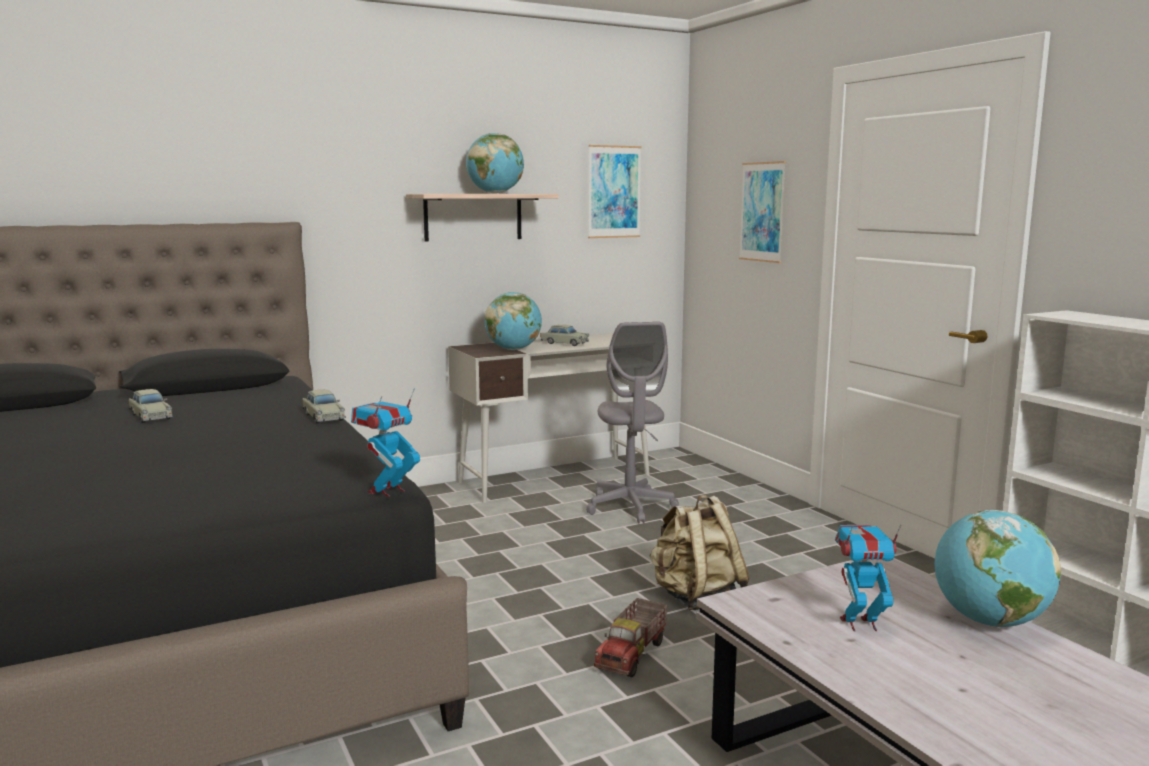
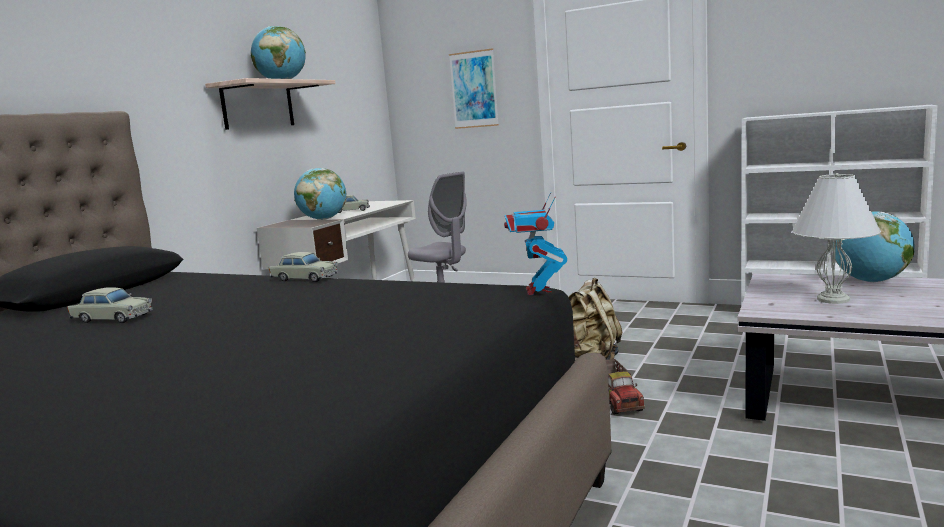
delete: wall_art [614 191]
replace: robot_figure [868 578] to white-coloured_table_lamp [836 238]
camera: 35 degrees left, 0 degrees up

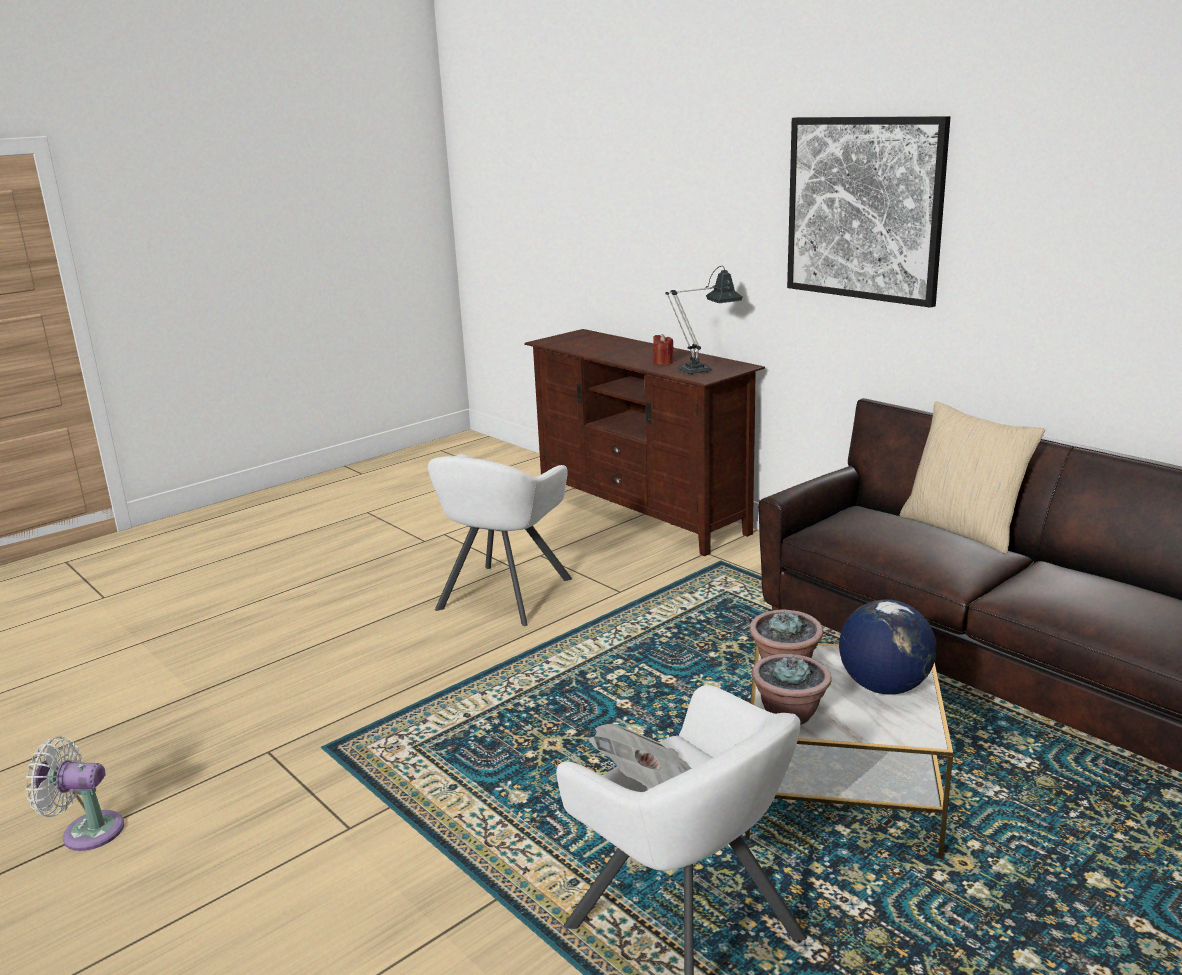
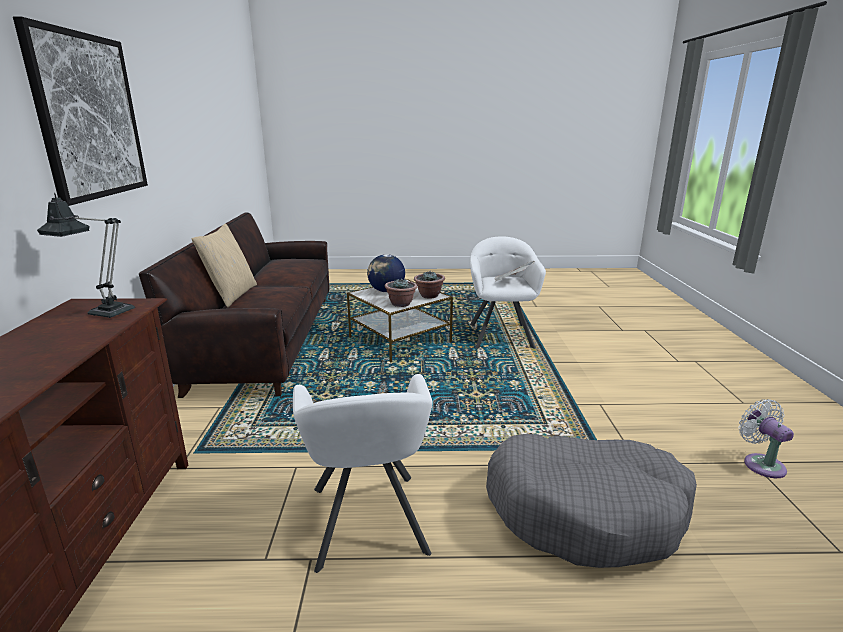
delete: red-coloured_wax_light [663 349]
insert: gray_pet_bed [591 501]
rotate: white-coloured_easy_chair [500 540] = [363 473] 105 degrees clockwise; white-coloured_fan [75 794] = [766 438] 150 degrees counterclockwise
camera: 140 degrees left, 0 degrees up

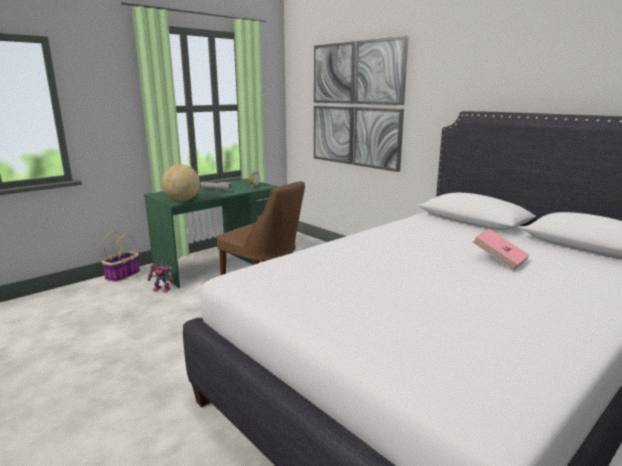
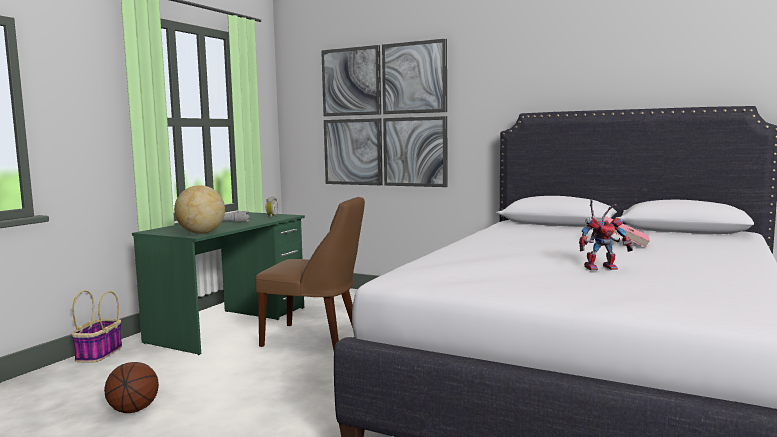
insert: ball_for_basketball [131 387]
move: robot_figure [161 274] to [606 235]
camera: 20 degrees left, 10 degrees down

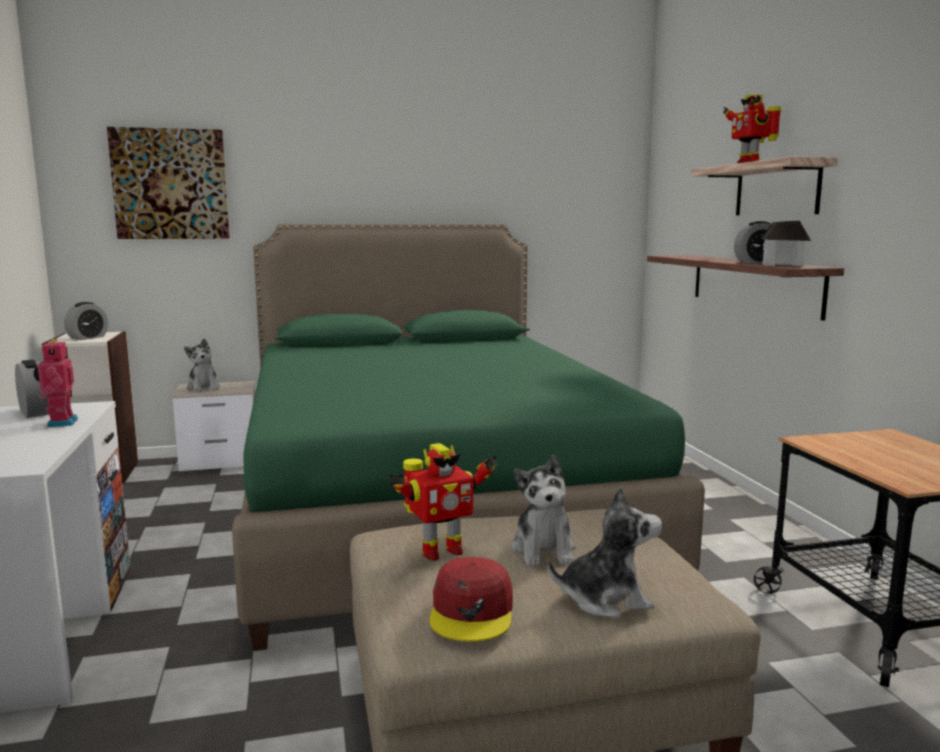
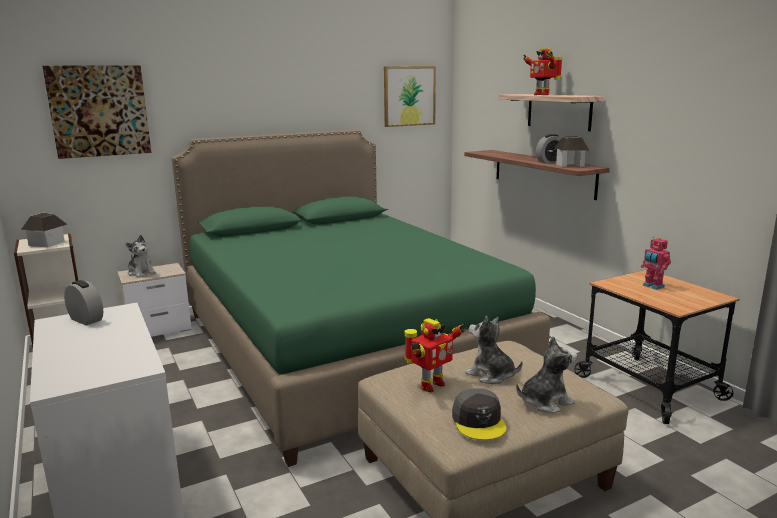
insert: wall_art [410 96]
move: robot_figure [55 383] to [656 263]
replace: alarm_clock [86 321] to miniature_house [44 230]
recolor: red-coloured_cap [471 599] to gray_cap [479 414]
rotate: soft_toy [543 510] = [494 350] 150 degrees clockwise
camera: 15 degrees left, 5 degrees up

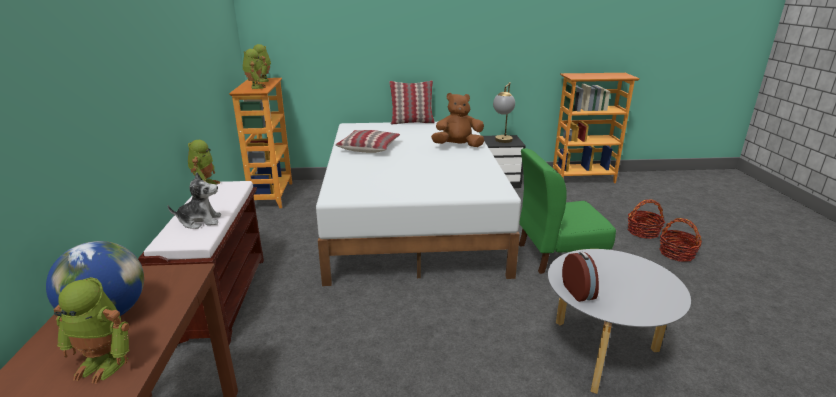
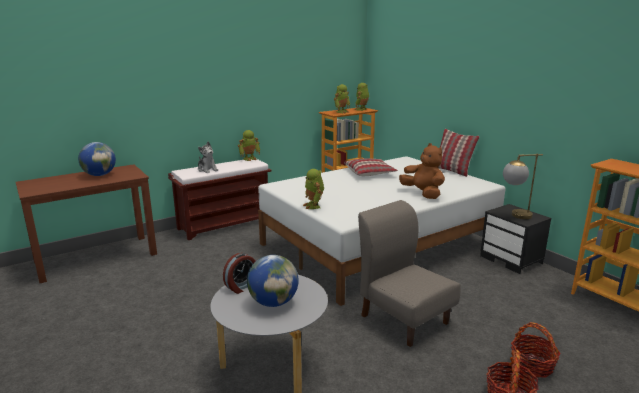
insert: world_globe [273 281]
move: robot_figure [91 330] to [313 189]
recolor: green_plain_chair [567 211] to gray_plain_chair [409 273]
camera: 60 degrees right, 5 degrees down

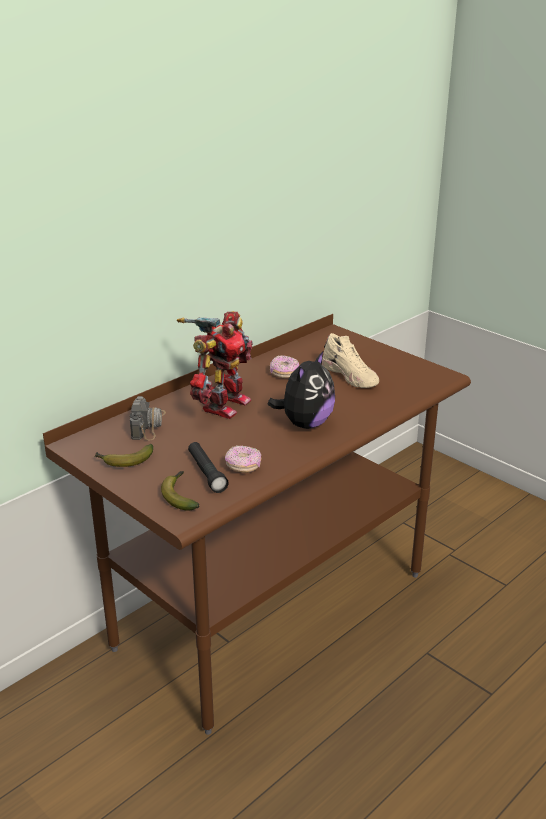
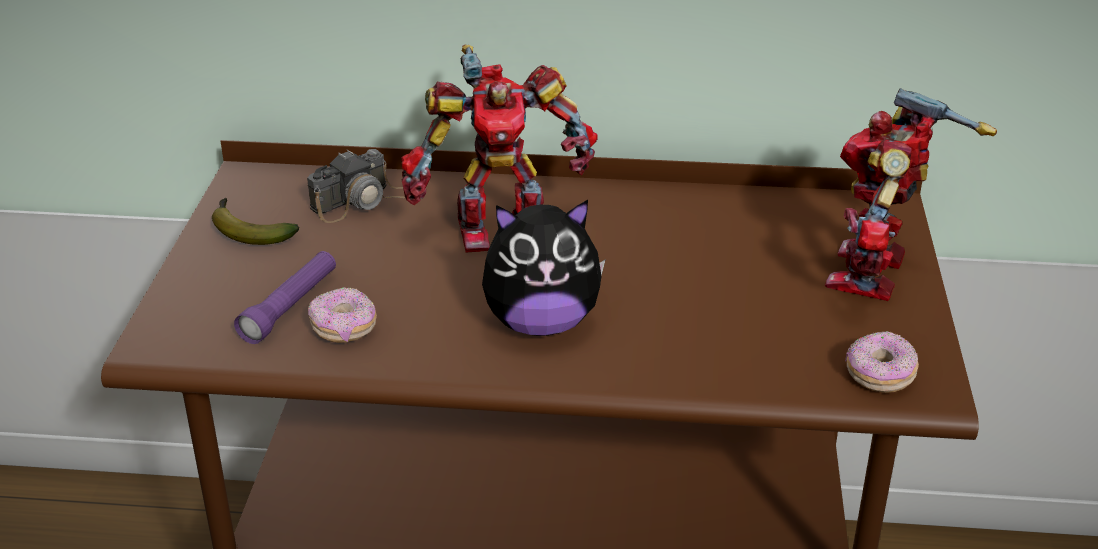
delete: beige-coloured_item_of_footwear [350 360]; banana_fruit [180 490]
insert: robot_figure [911 194]
move: doughnut [284 367] to [882 362]
recolor: blackish_hand_torch [208 467] to purple_hand_torch [285 297]
camera: 50 degrees right, 5 degrees up

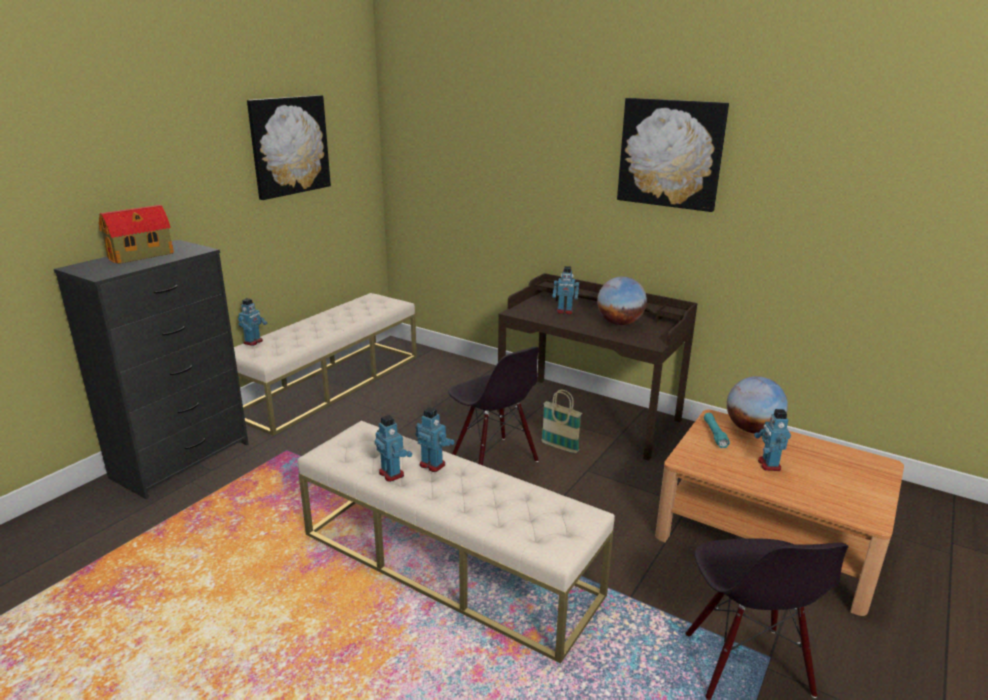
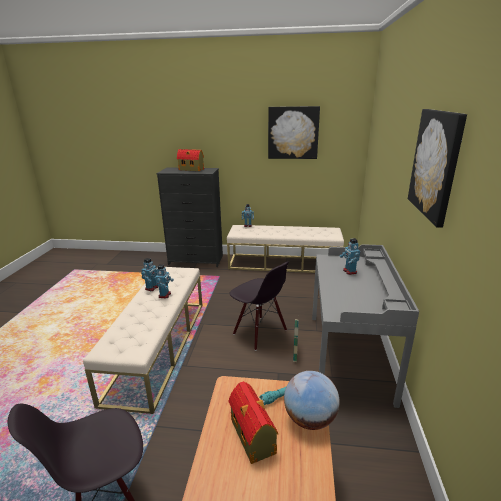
delete: world_globe [622 301]
replace: robot_figure [772 440] to miniature_house [253 422]
recolor: brown_desk_unit [597 367] to gray_desk_unit [365 326]
rotate: blackish_plain_chair [493 406] = [259 306] 75 degrees counterclockwise
camera: 65 degrees right, 0 degrees up

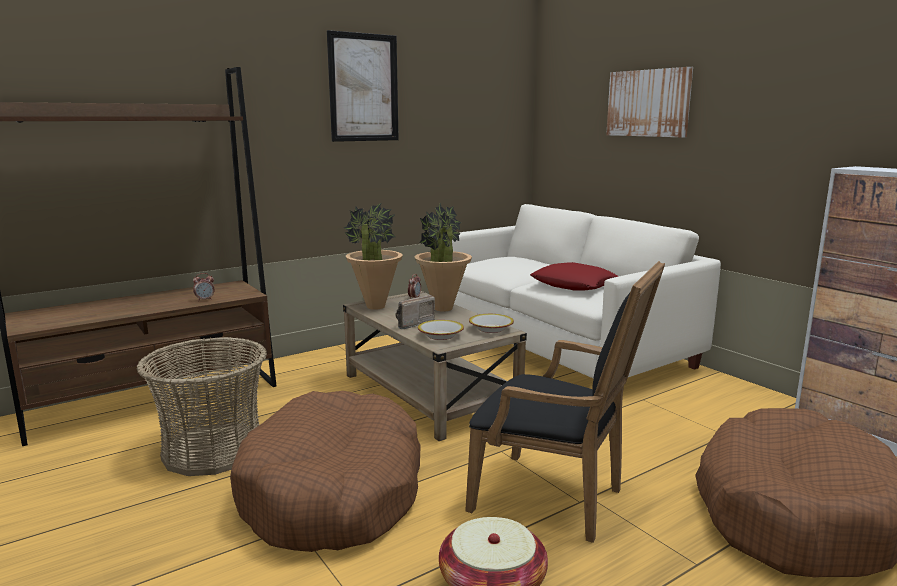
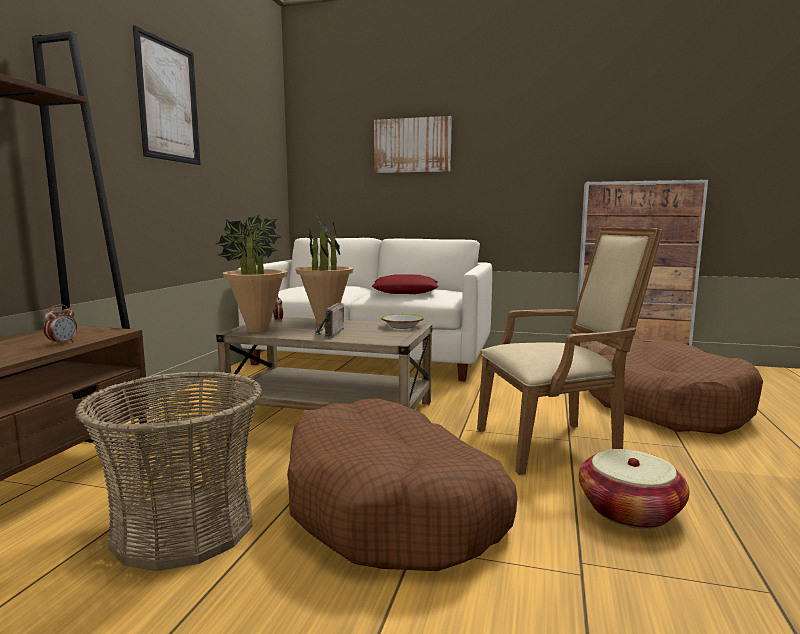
delete: bowl [441 330]
recolor: blackish_easy_chair [565 402] to beige-coloured_easy_chair [570 351]
camera: 40 degrees left, 5 degrees down

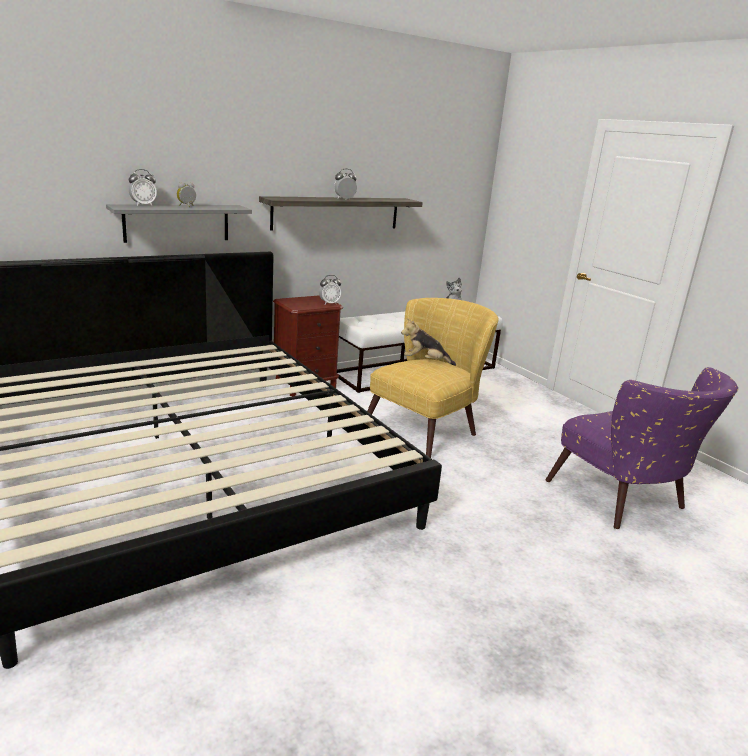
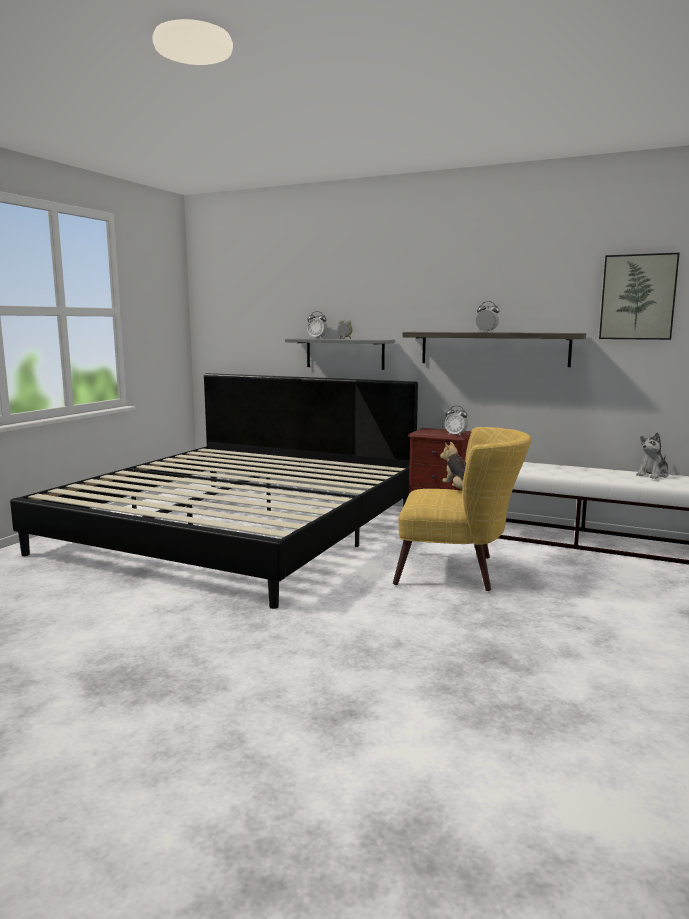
delete: purple_easy_chair [642 448]
insert: wall_art [639 296]
camera: 60 degrees right, 10 degrees down

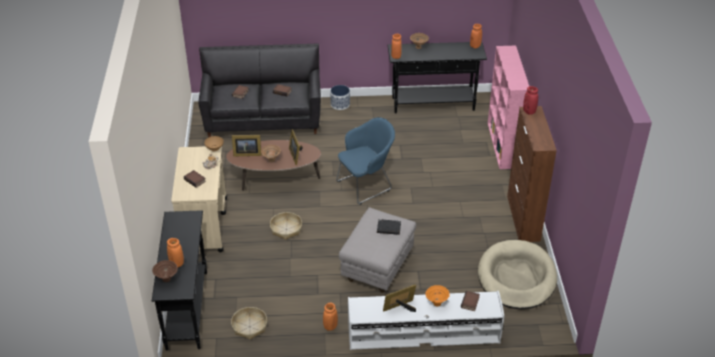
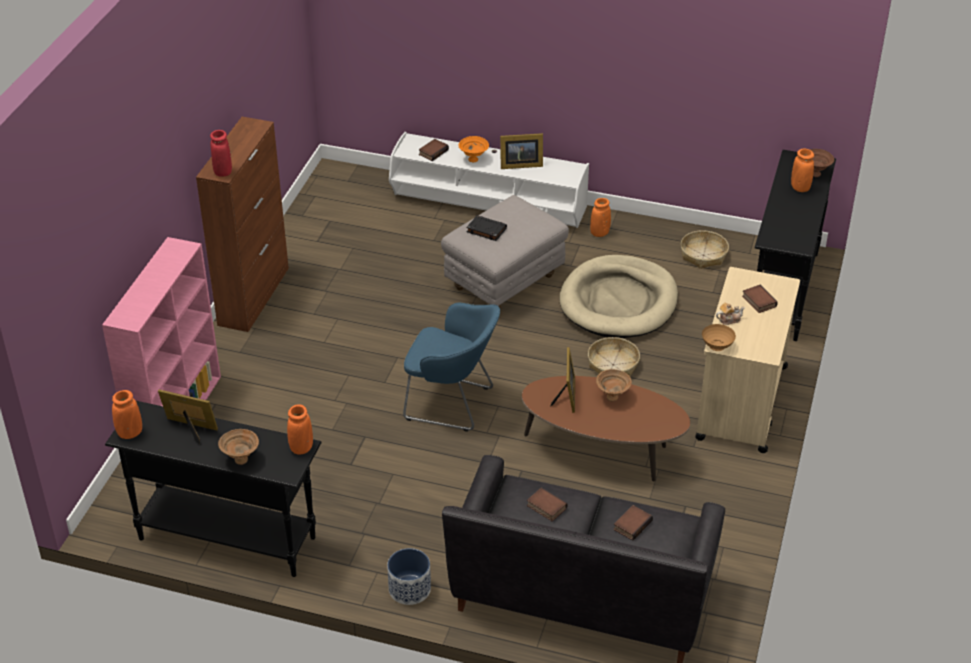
move: standing_frame [247 146] to [188 417]; beige-coloured_pet_bed [517 274] to [618 296]
rotate: blue_easy_chair [365 161] = [451 367] 150 degrees counterclockwise
camera: 160 degrees left, 0 degrees up

